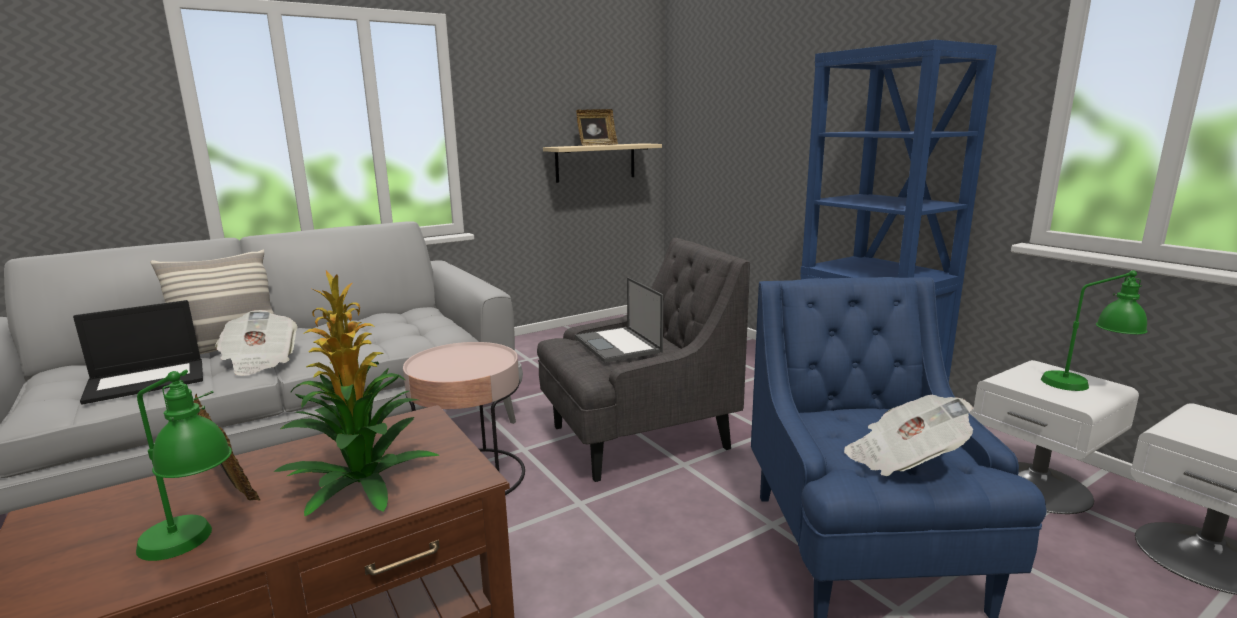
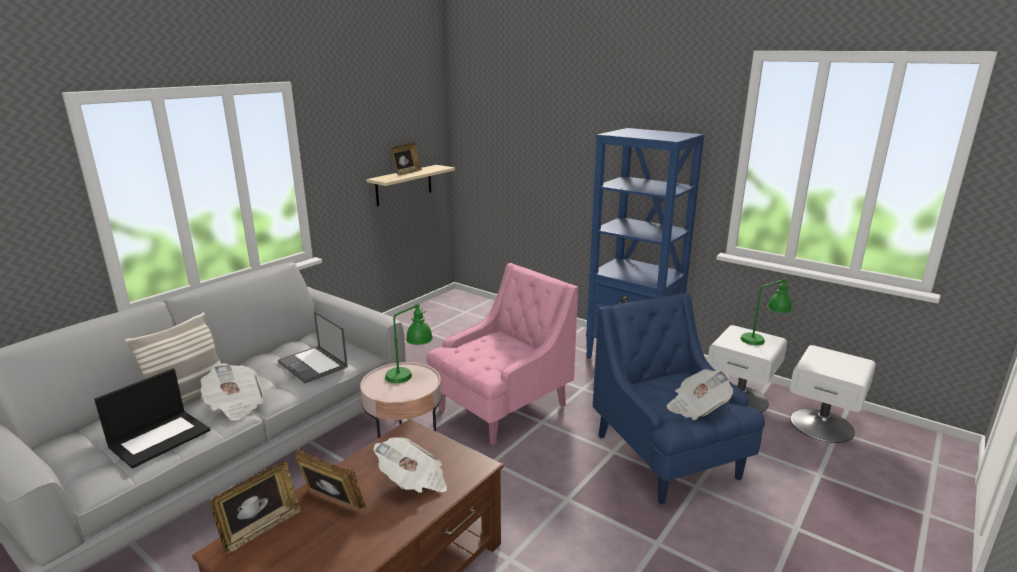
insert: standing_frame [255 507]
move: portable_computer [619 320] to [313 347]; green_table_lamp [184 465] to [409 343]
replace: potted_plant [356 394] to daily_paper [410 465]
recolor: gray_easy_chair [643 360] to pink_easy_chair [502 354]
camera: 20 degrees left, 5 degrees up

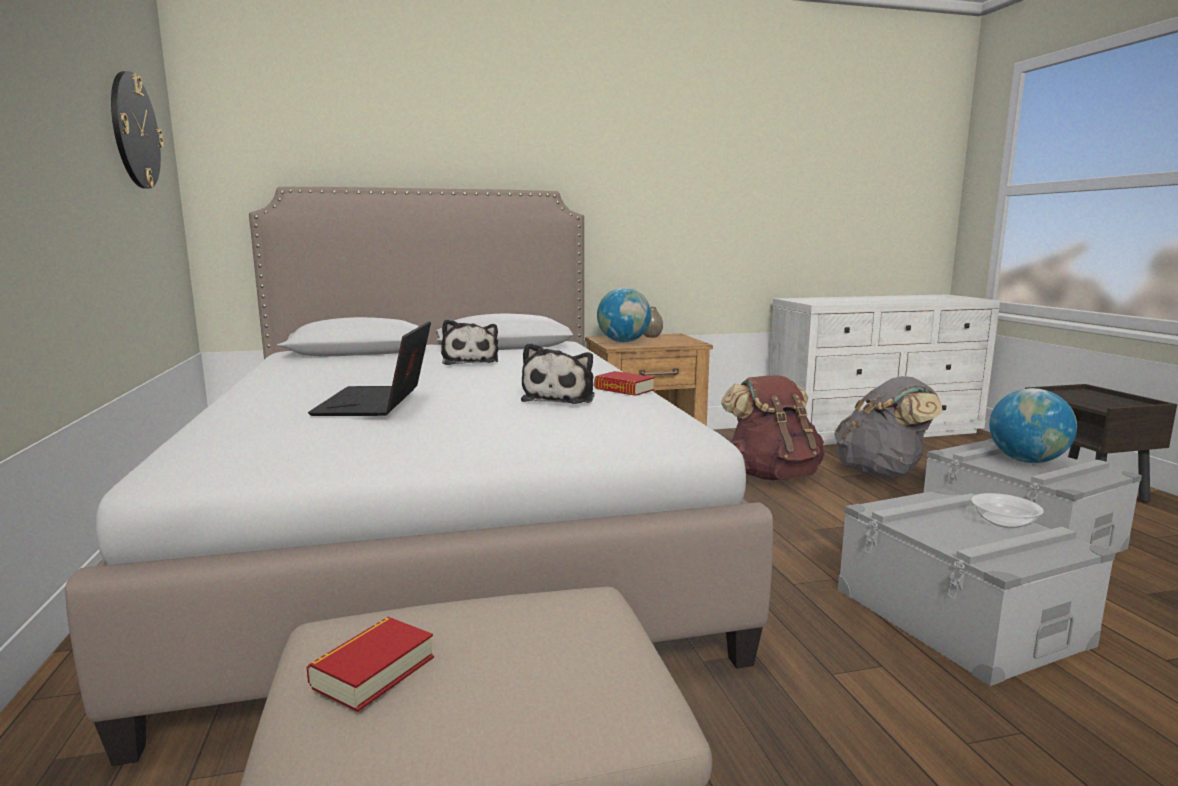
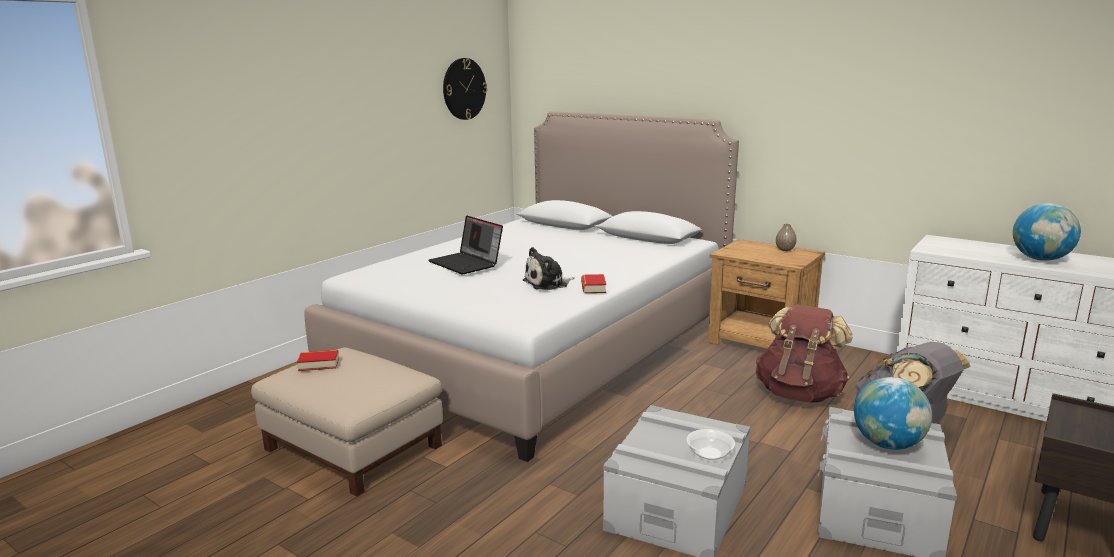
delete: soft_toy [470 342]
move: world_globe [624 314] to [1047 232]
rotate: portable_computer [369 368] = [465 244] 90 degrees counterclockwise
camera: 50 degrees right, 5 degrees up

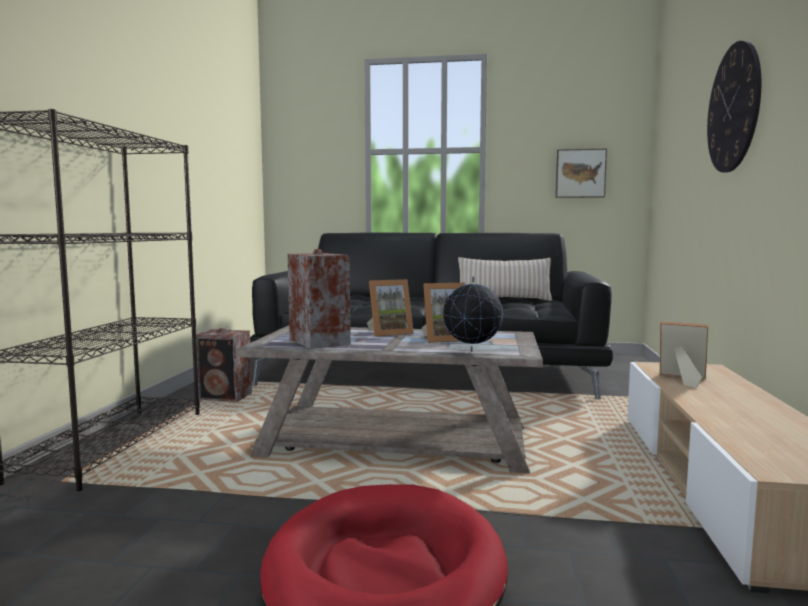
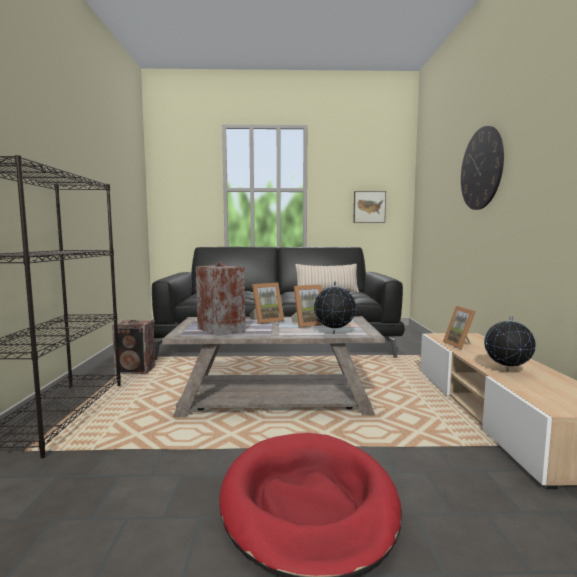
insert: world_globe [510 343]
rotate: standing_frame [684 354] = [459 328] 120 degrees counterclockwise
camera: 10 degrees left, 0 degrees up

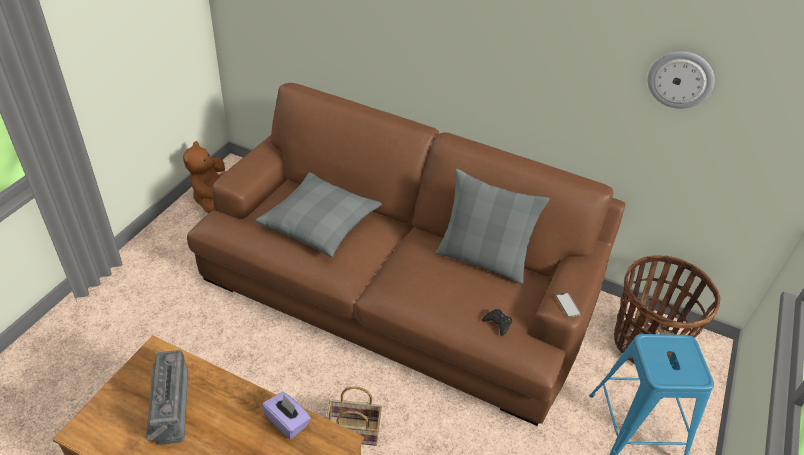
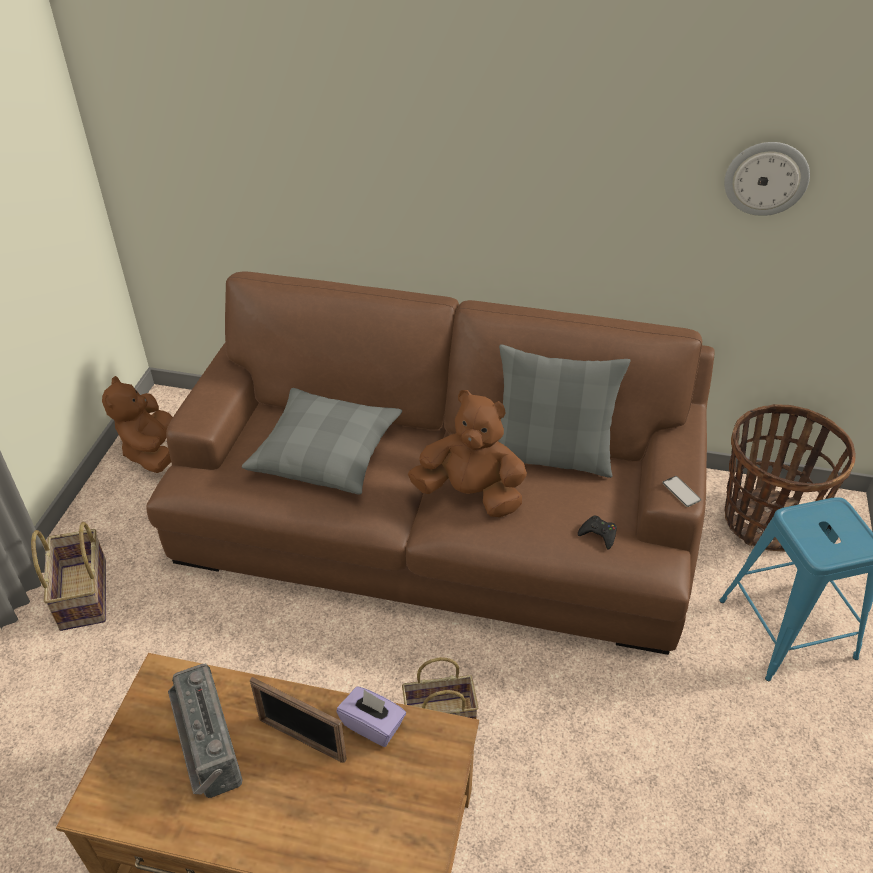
insert: brown_soft_toy [467 453]; household_basket [68 576]; standing_frame [298 720]
camera: 10 degrees left, 0 degrees up

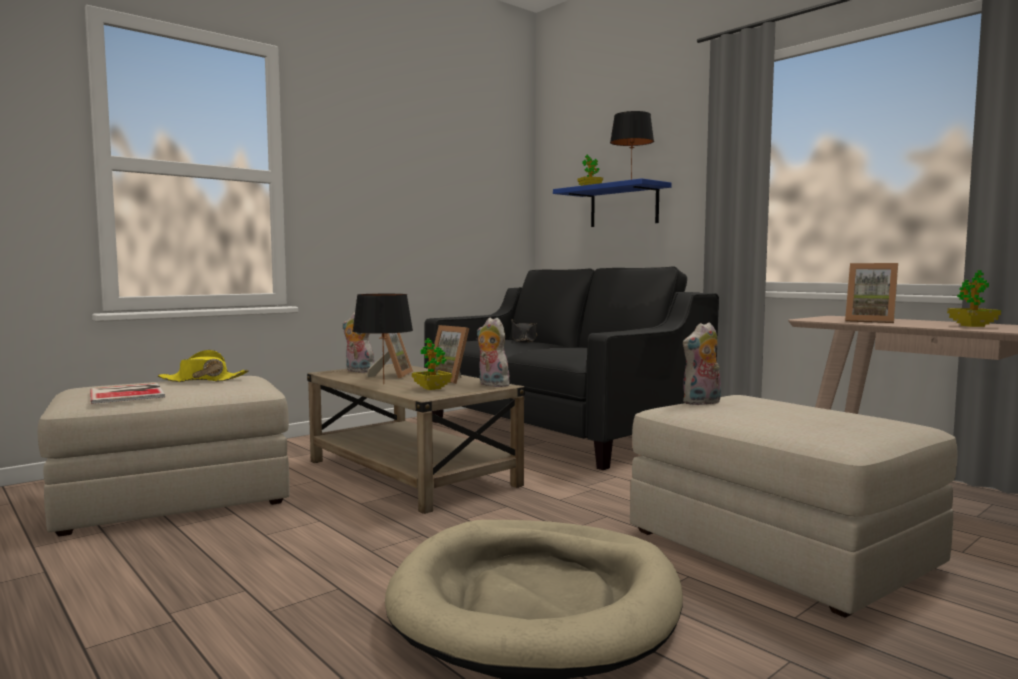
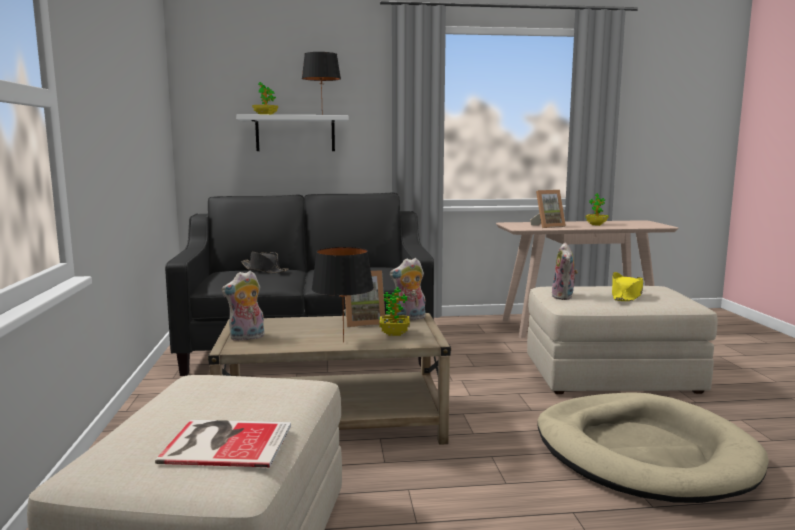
delete: standing_frame [390 356]
move: yellowish_clothing_hat [203 366] to [627 286]
recolor: blue_shelf [612 202] to white-coloured_shelf [292 132]
camera: 55 degrees left, 5 degrees up

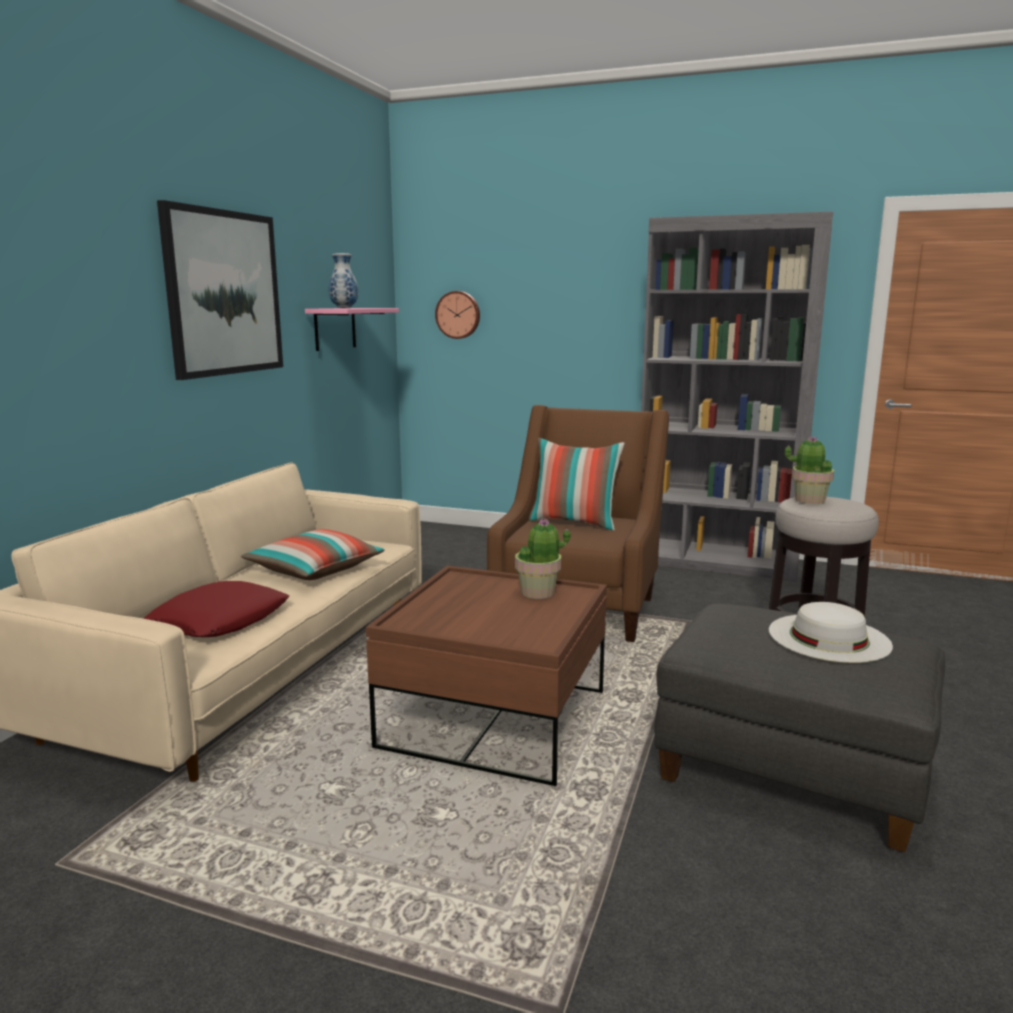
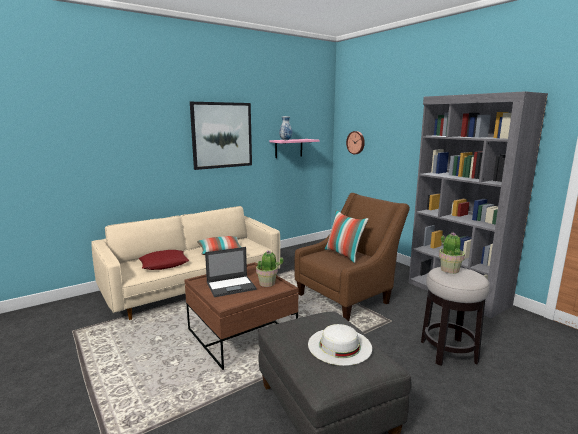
insert: portable_computer [231 272]
camera: 35 degrees right, 0 degrees up

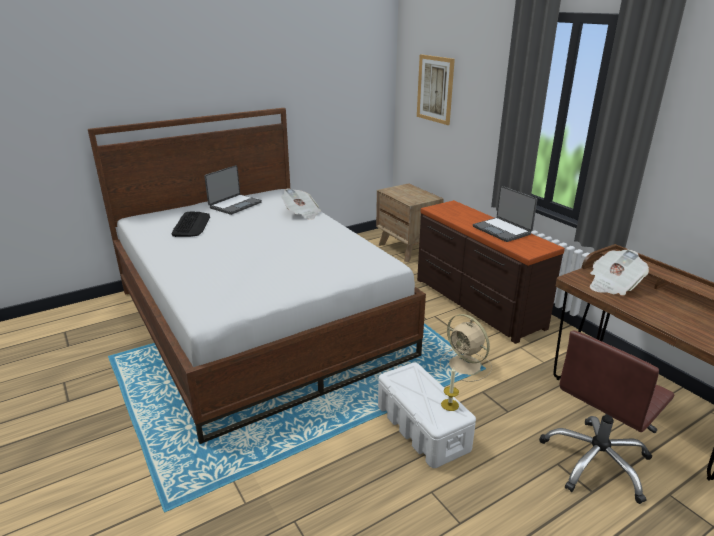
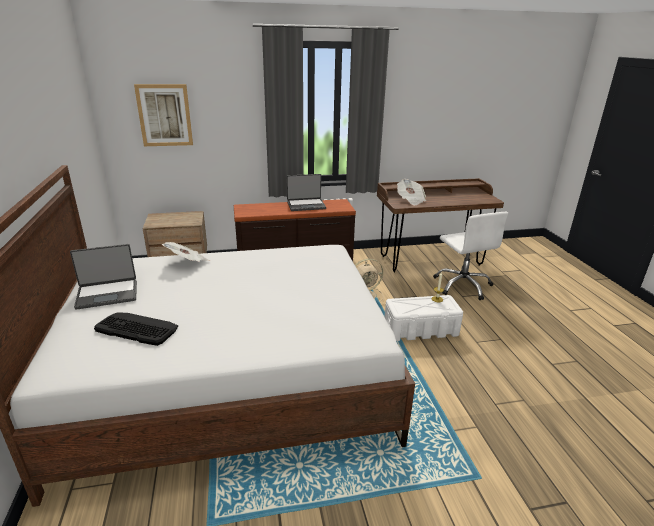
recolor: brown_office_chair [607 417] to white-coloured_office_chair [470 256]
rotate: portable_computer [233 190] = [103 277] 105 degrees clockwise
camera: 70 degrees left, 0 degrees up

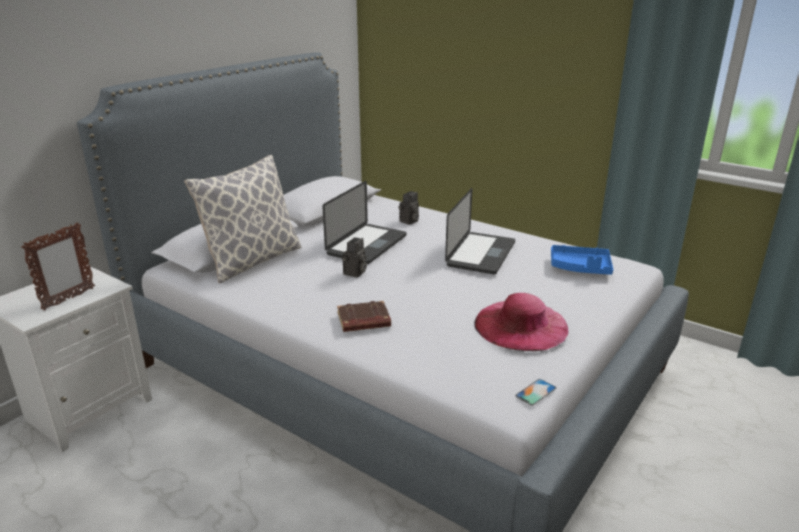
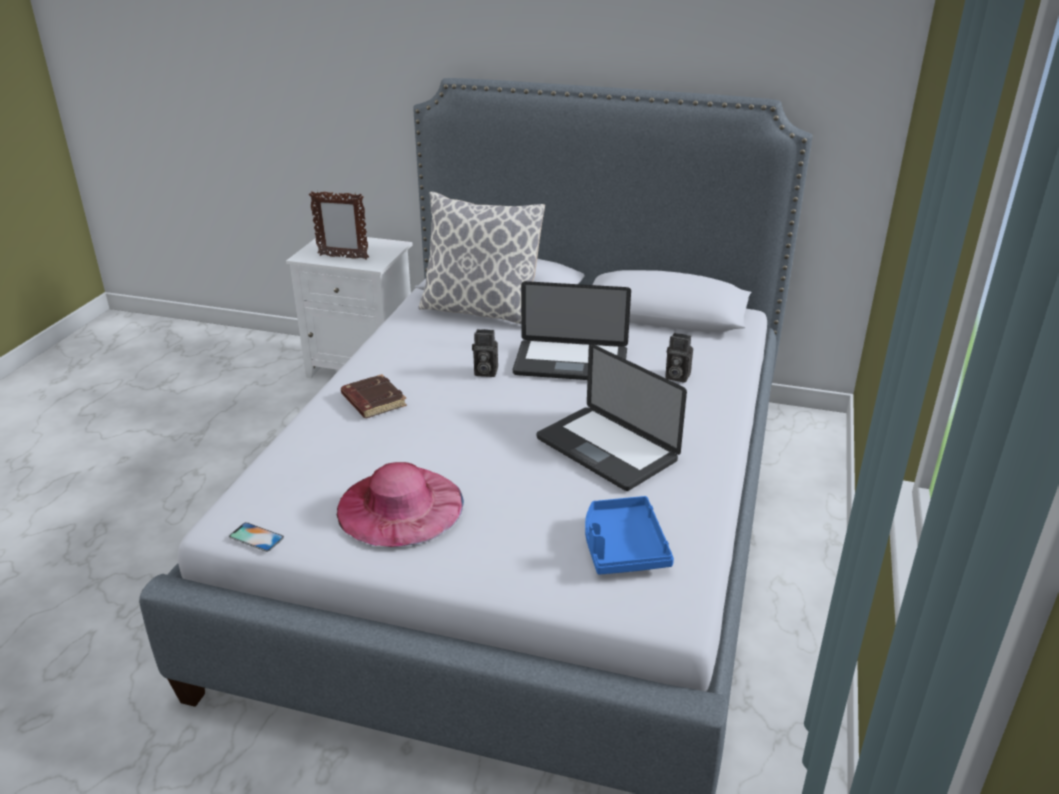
rotate: portable_computer [480 231] = [612 417] 45 degrees clockwise
camera: 70 degrees right, 5 degrees up

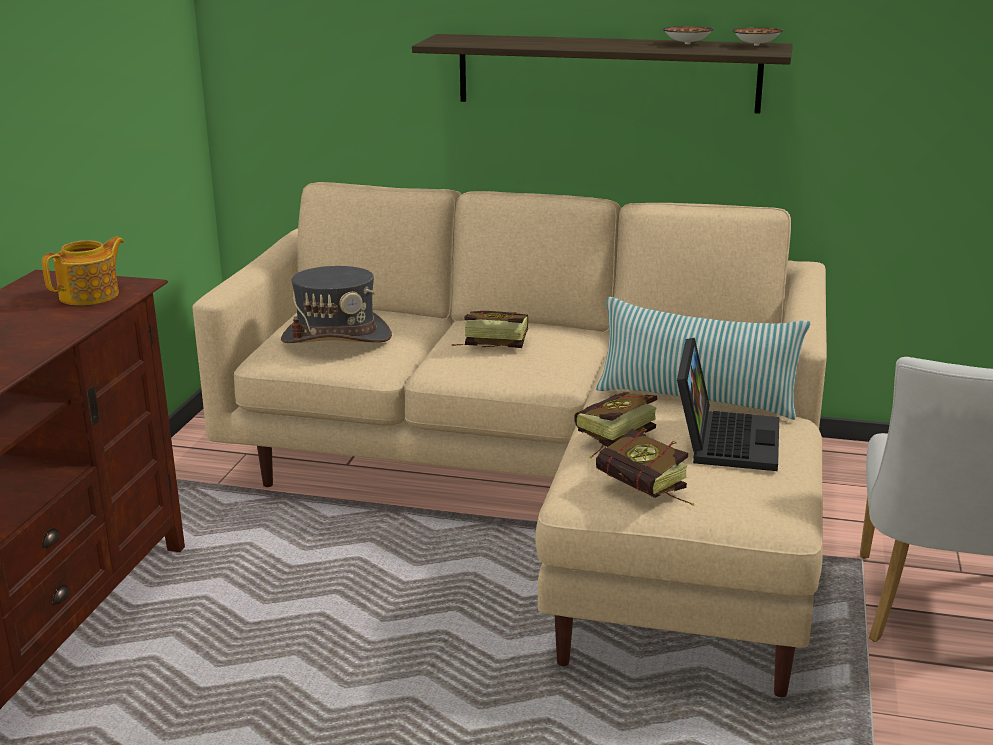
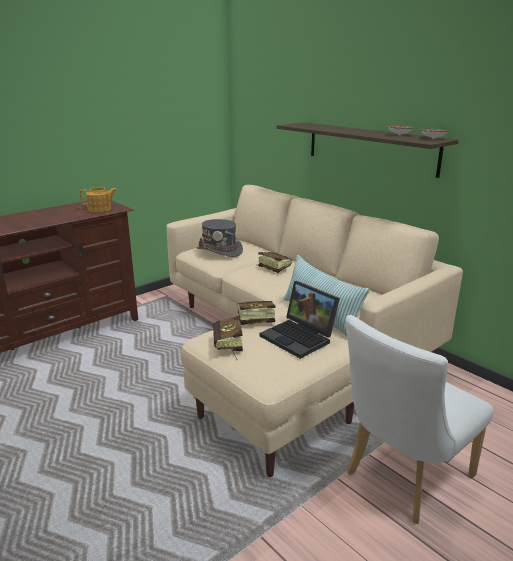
rotate: portable_computer [728 404] = [300 320] 90 degrees clockwise
camera: 35 degrees right, 0 degrees up

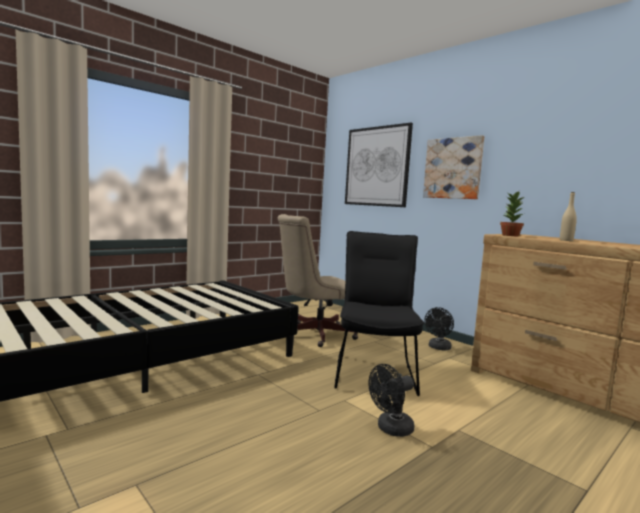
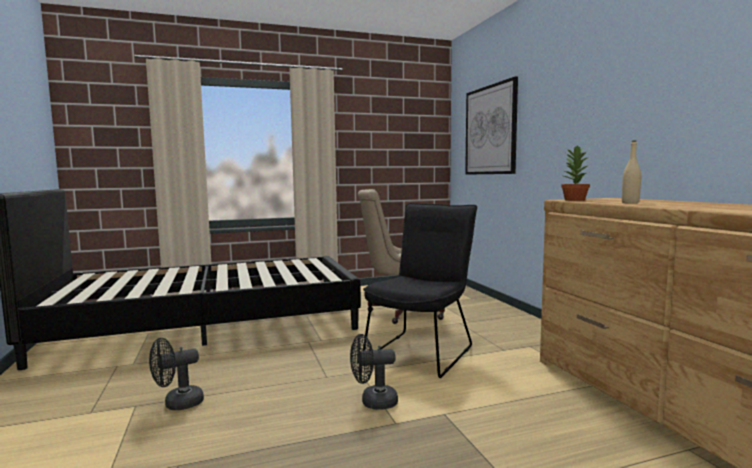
delete: wall_art [453 167]
move: blackish_fan [439 328] to [176 374]
camera: 25 degrees right, 0 degrees up

